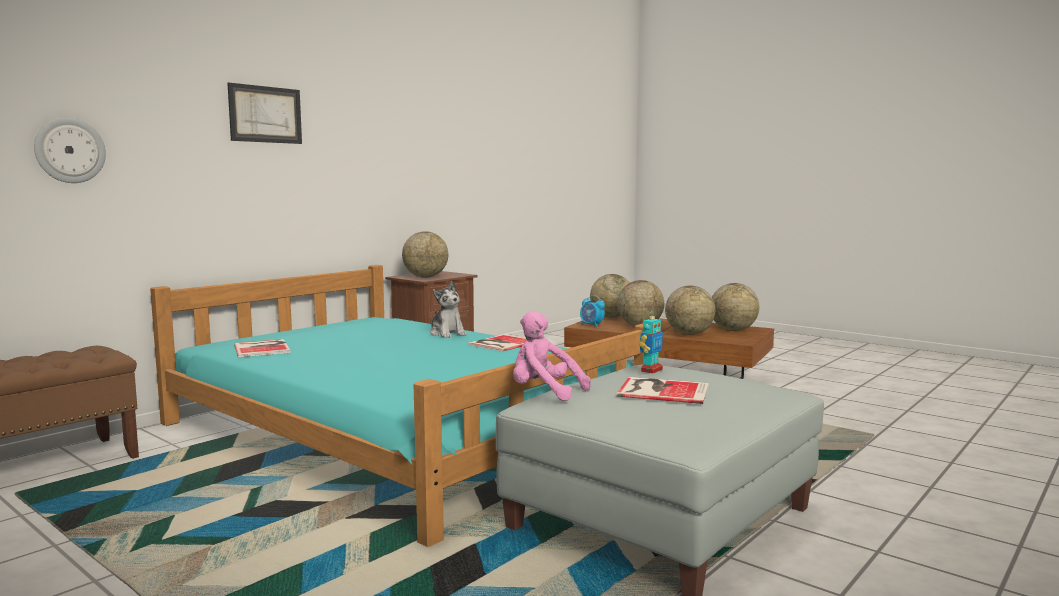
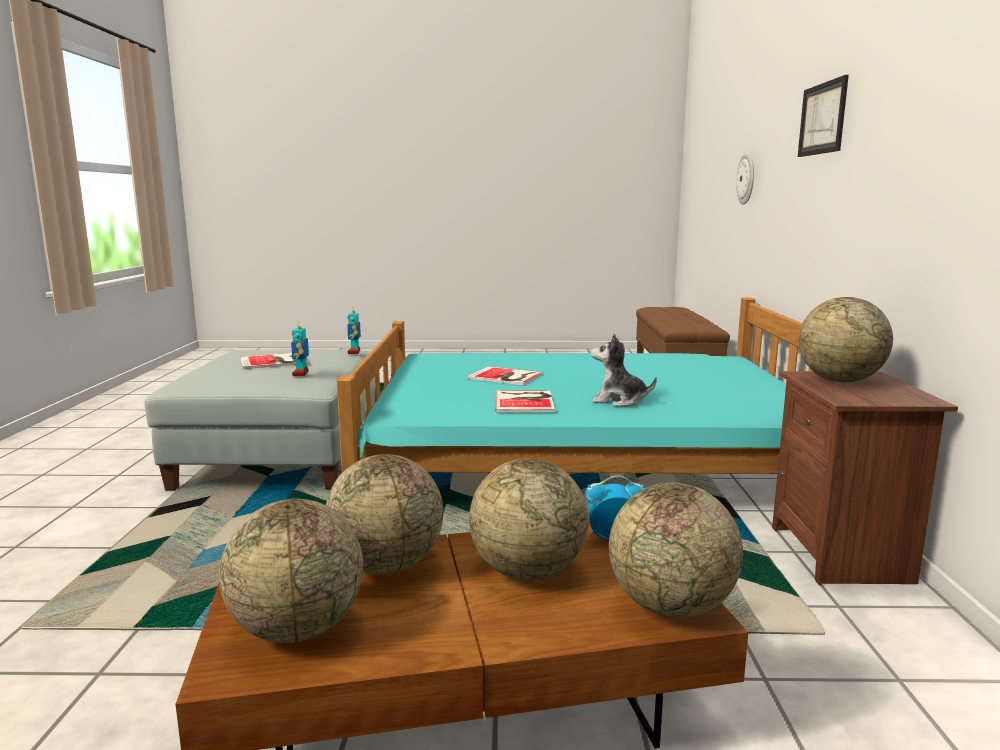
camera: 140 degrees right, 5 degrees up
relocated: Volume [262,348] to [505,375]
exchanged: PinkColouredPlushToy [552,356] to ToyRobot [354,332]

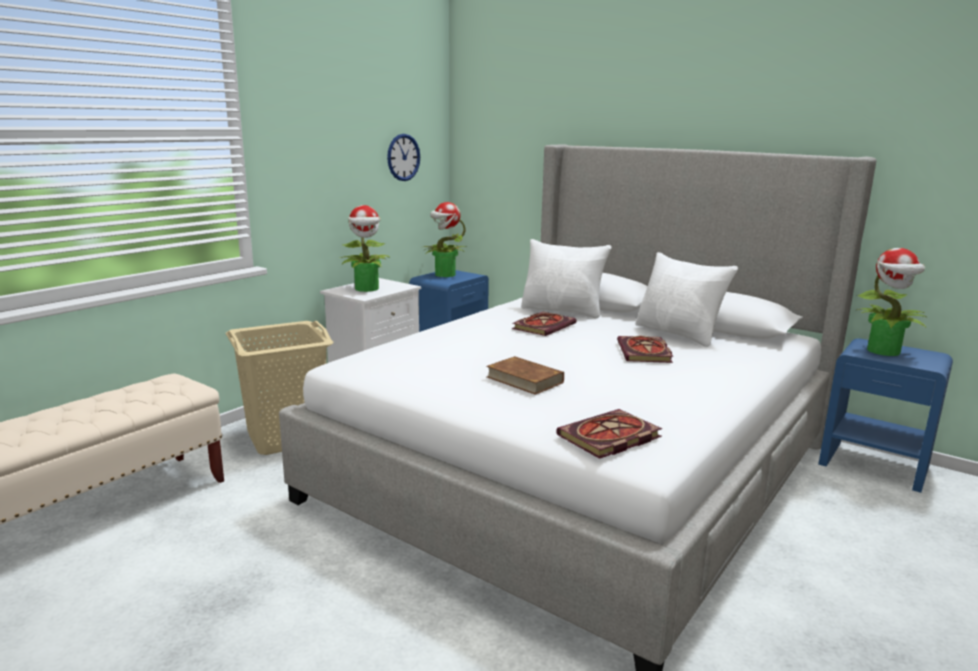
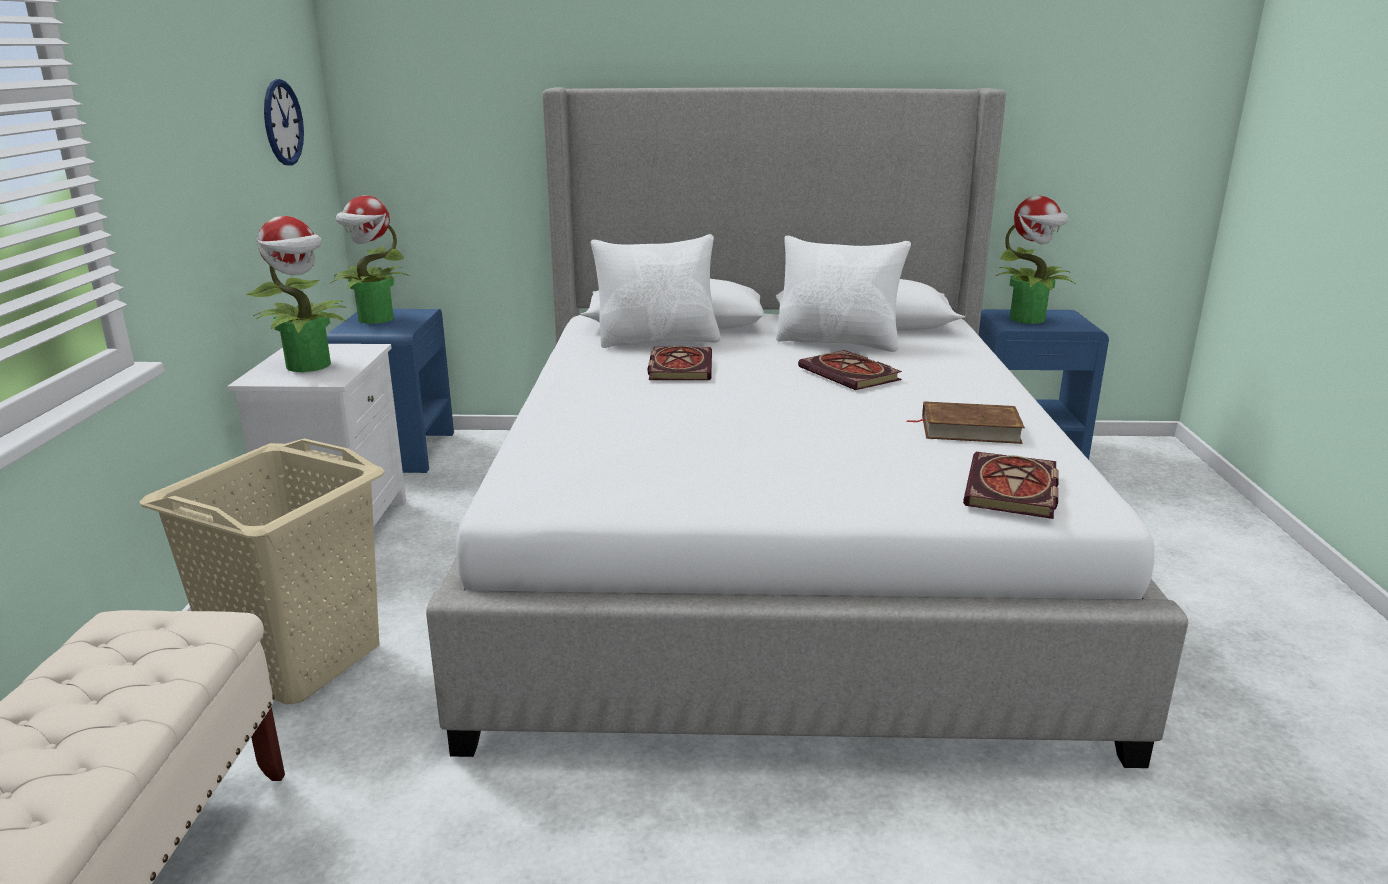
camera: 35 degrees left, 5 degrees up
relocated: BrownVolume [525,375] to [965,422]

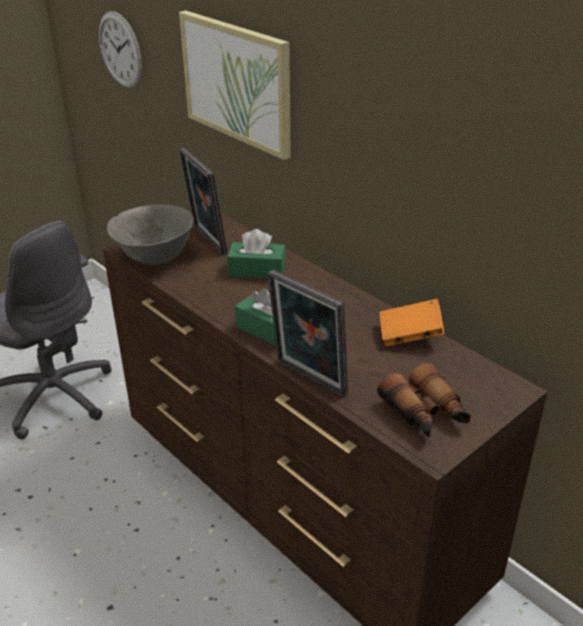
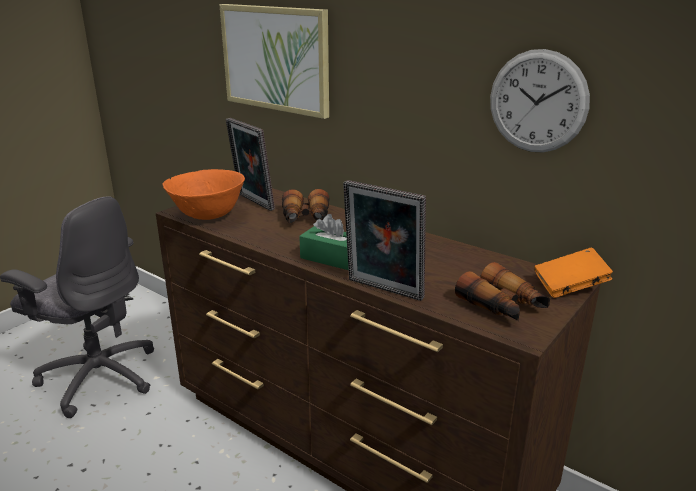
camera: 10 degrees left, 10 degrees down
relocated: ClockOnTheWall [120,49] to [540,100]; OrangeVolume [412,322] to [574,272]
exchanged: GreenColouredBoxOfTissues [256,254] to Binoculars [306,206]
colour: GreyDeepDish [150,234] to OrangeDeepDish [204,194]

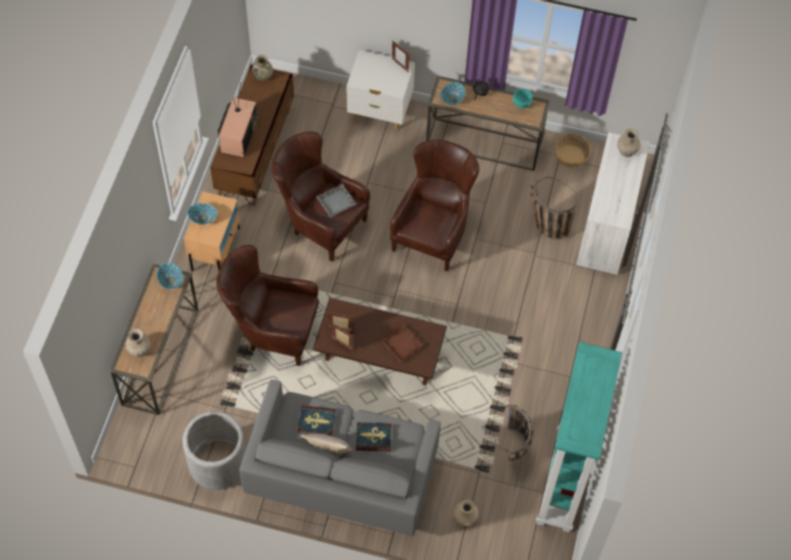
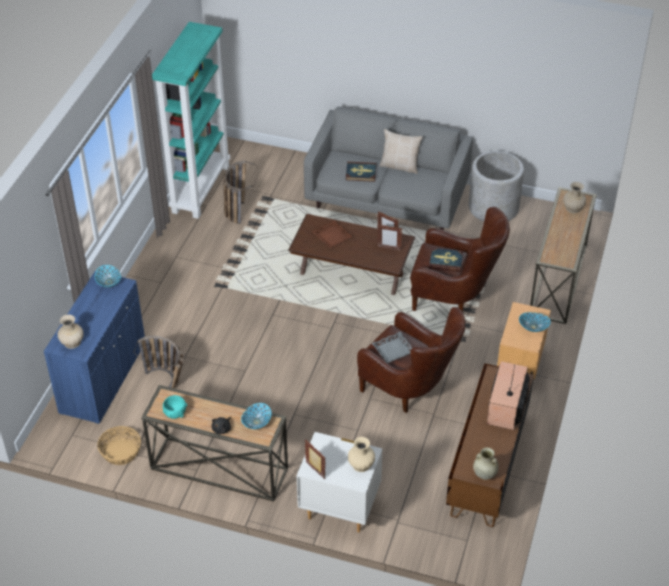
camera: 175 degrees left, 15 degrees down
missing: BrownEasyChair [434,205]
relocated: DeepDish [170,276] to [108,276]; Volume [317,420] to [446,260]; BeigeColouredFlowerVase [466,512] to [361,454]
colour: WhiteColouredStorageCabinet [613,203] to BluishStorageCabinet [94,347]

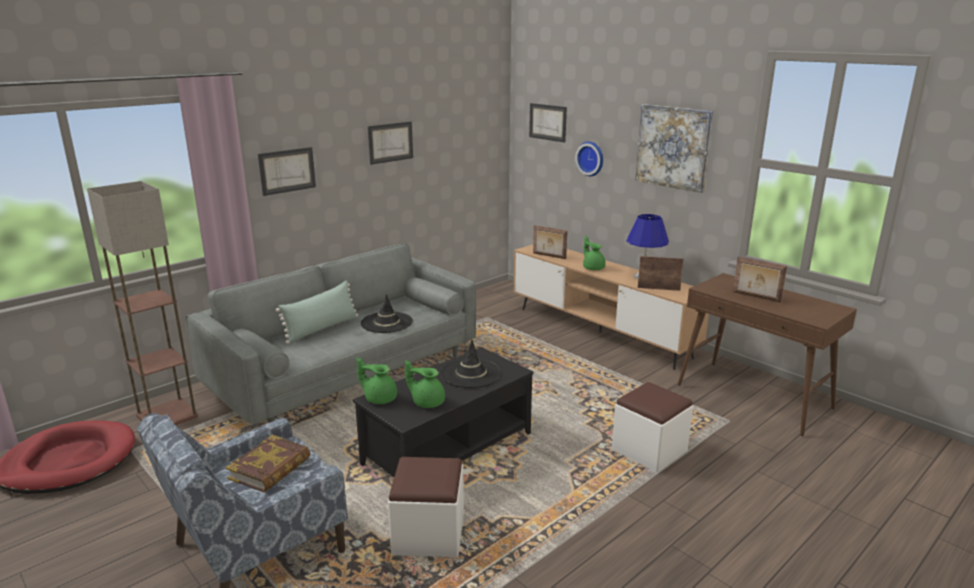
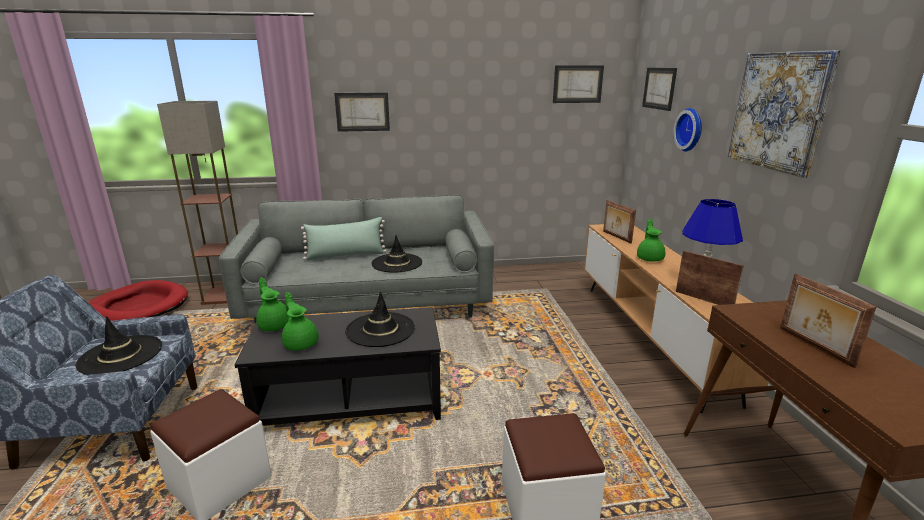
camera: 35 degrees right, 0 degrees up
relocated: Picture [390,143] to [578,84]
exchanged: Volume [268,464] to BlackColouredWearableHat [119,345]

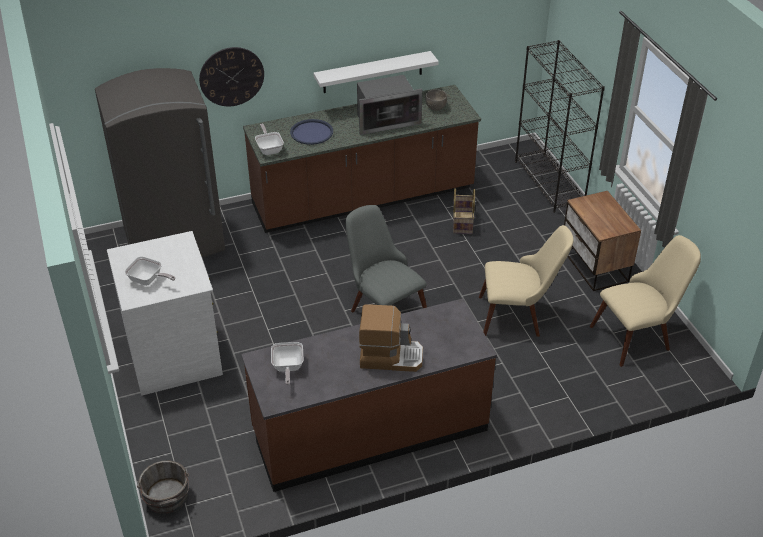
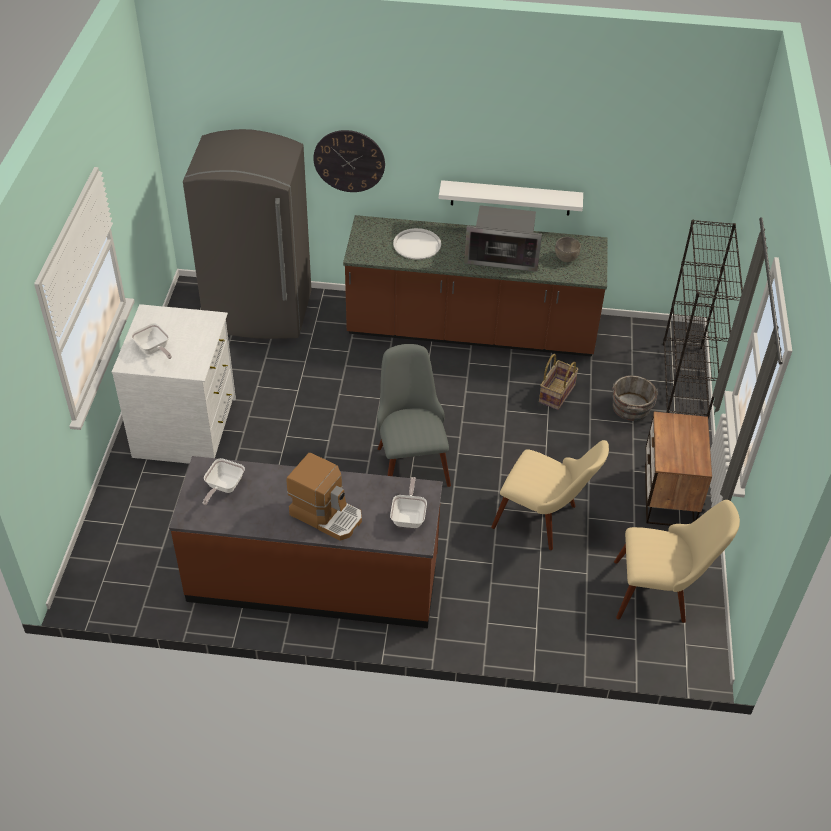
camera: 25 degrees right, 5 degrees up
relocated: Skillet [269,139] to [408,502]; GreyWaterBucket [163,487] to [635,398]
colour: BluishCarryingTray [311,132] to WhiteColouredCarryingTray [417,244]

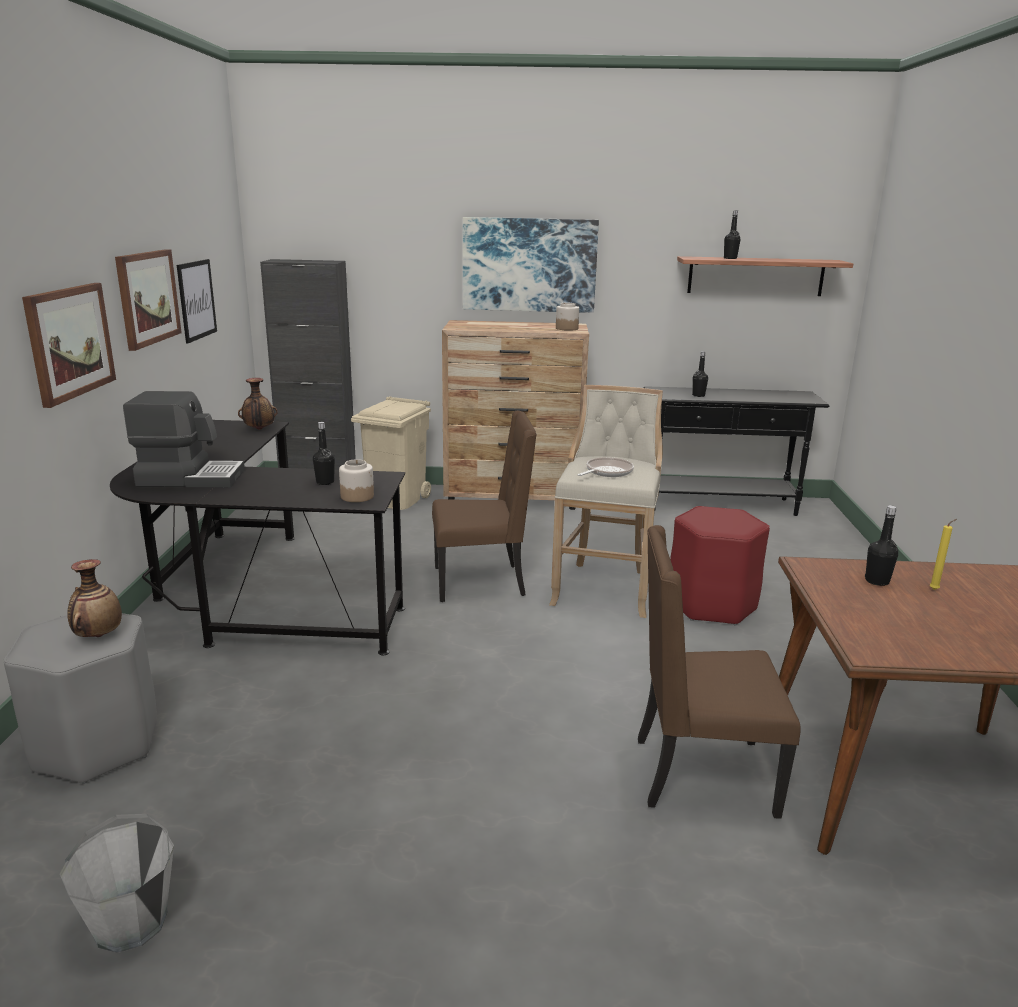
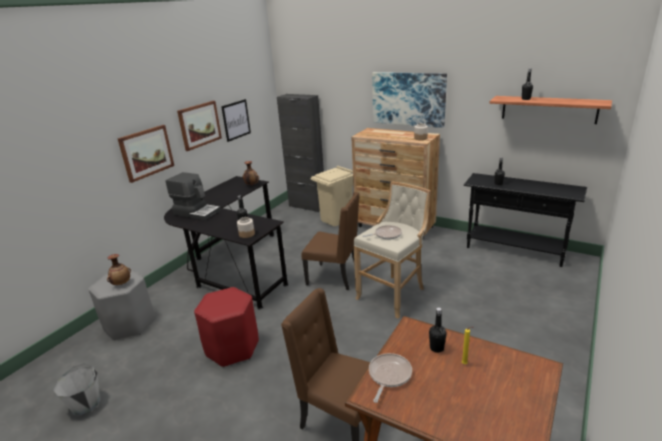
camera: 30 degrees right, 5 degrees up
appeared: Skillet [390,378]
relocated: RedColouredStool [720,565] to [226,327]

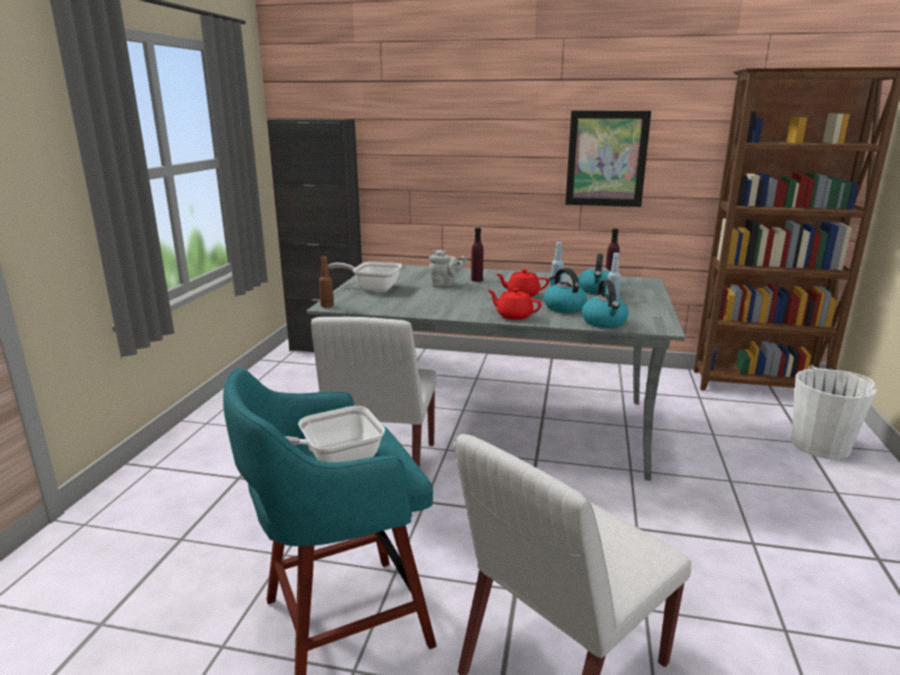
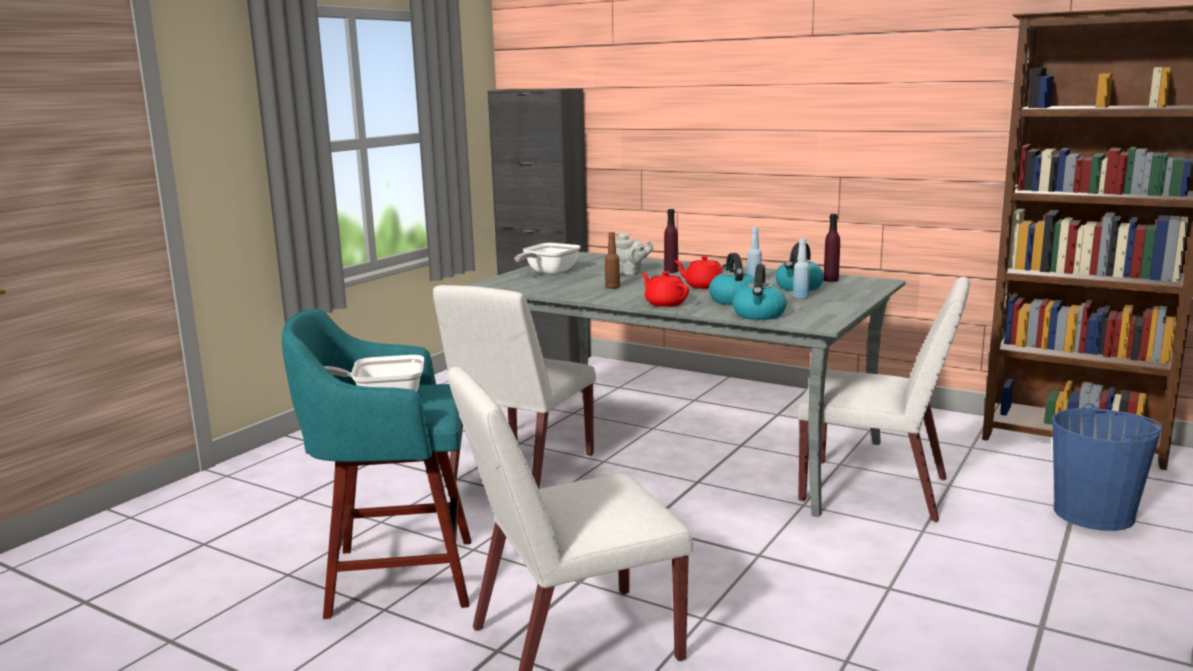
camera: 20 degrees right, 5 degrees down
missing: Picture [608,159]
appeared: WhiteColouredPlainChair [883,399]
relocated: BrownDrinkBottle [326,282] to [612,260]
colour: WhiteColouredWaterBucket [834,412] to BluishWaterBucket [1107,467]
spun: Skillet [365,276] = [547,258] 90 degrees counterclockwise

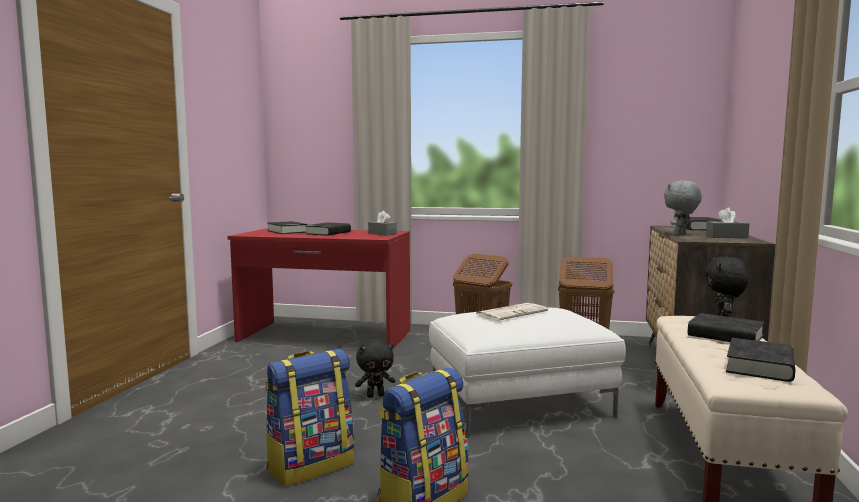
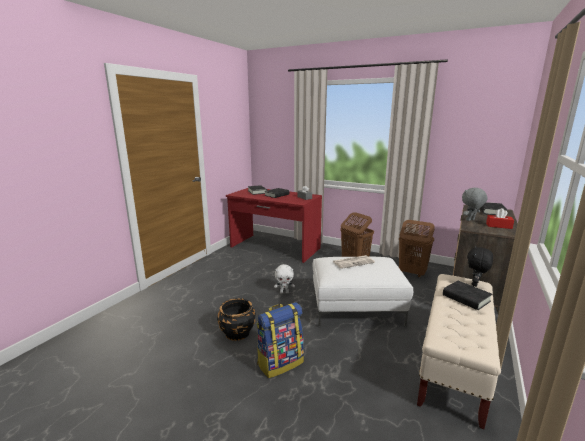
camera: 15 degrees right, 10 degrees up
missing: BlackColouredVolume [760,360]
exchanged: Backpack [309,417] to BlackColouredPlantPot [236,319]
colour: GreyBoxOfTissues [728,223] to RedColouredBoxOfTissues [500,218]; BlackColouredPlushToy [375,368] to WhiteColouredPlushToy [284,279]

